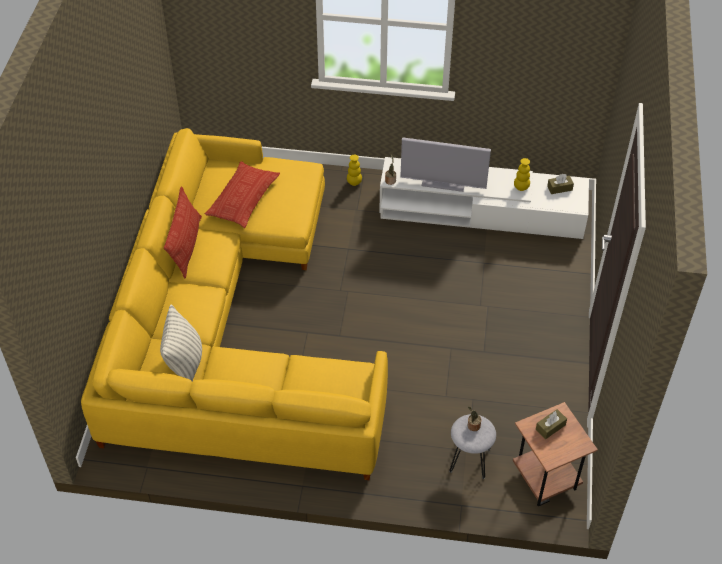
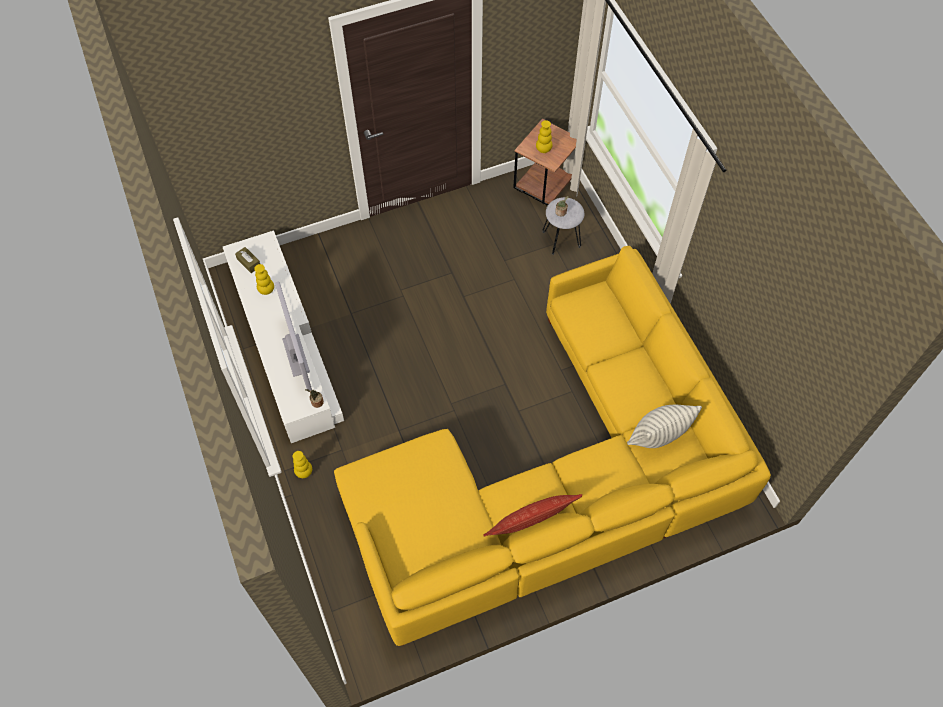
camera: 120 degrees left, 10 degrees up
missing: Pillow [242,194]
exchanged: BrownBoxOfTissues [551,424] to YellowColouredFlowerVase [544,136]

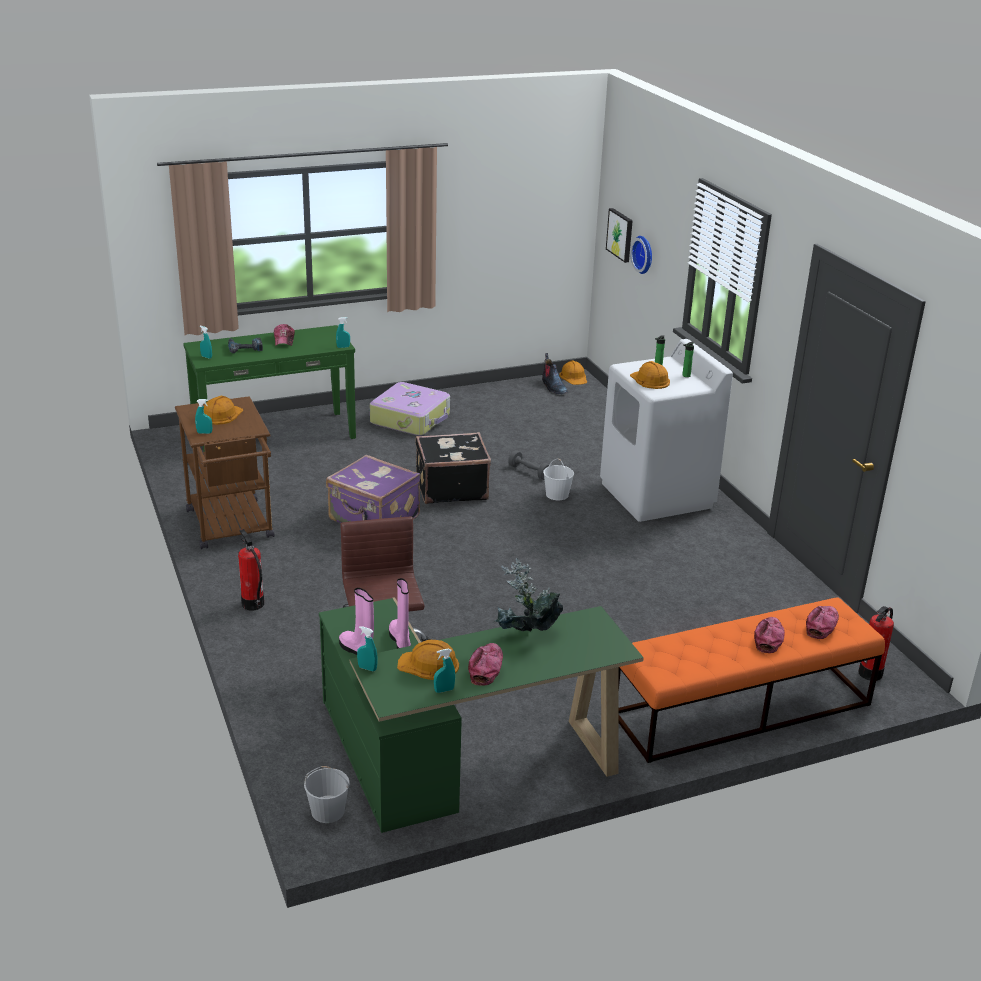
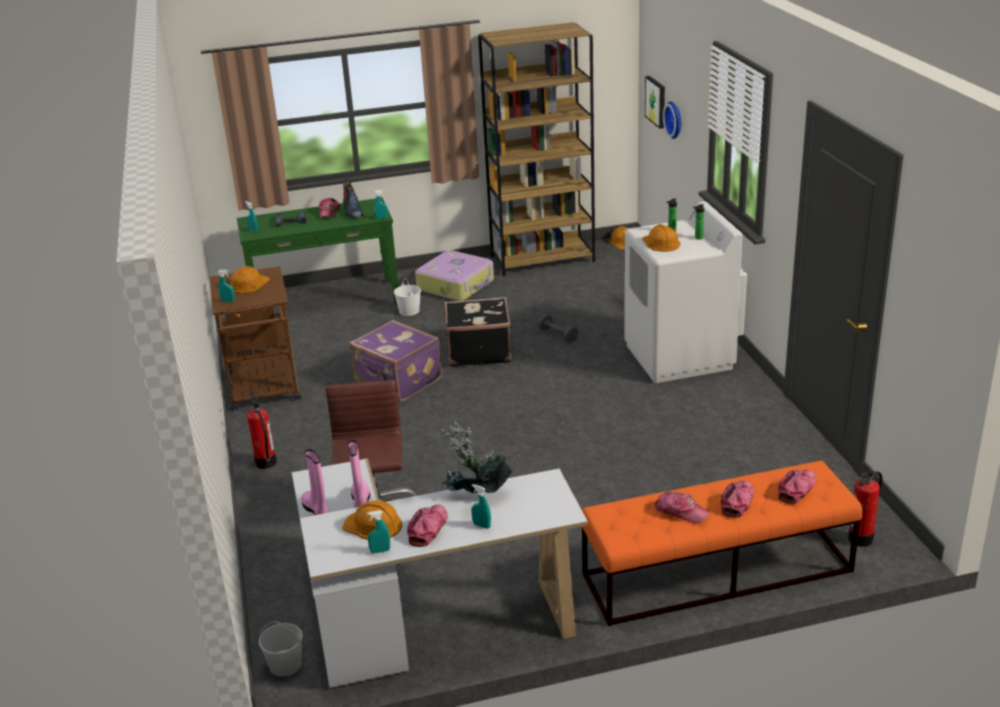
camera: 10 degrees right, 0 degrees up
appeared: BrownBookshelf [536,149]; Cap [682,507]
relocated: Boot [555,373] to [353,197]; WhiteColouredWaterBucket [558,479] to [407,297]; TurquoiseSprayBottle [367,648] to [481,506]
colour: GreenColouredDeskTable [481,715] to WhiteColouredDeskTable [440,573]

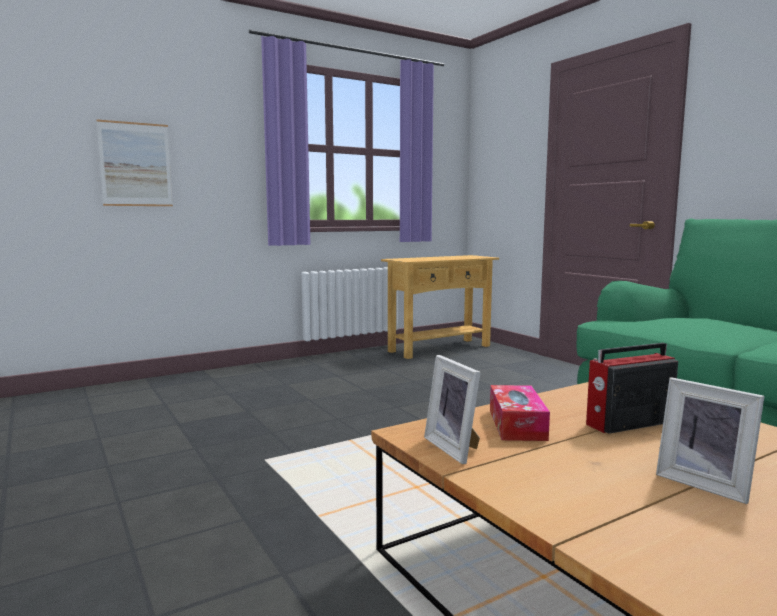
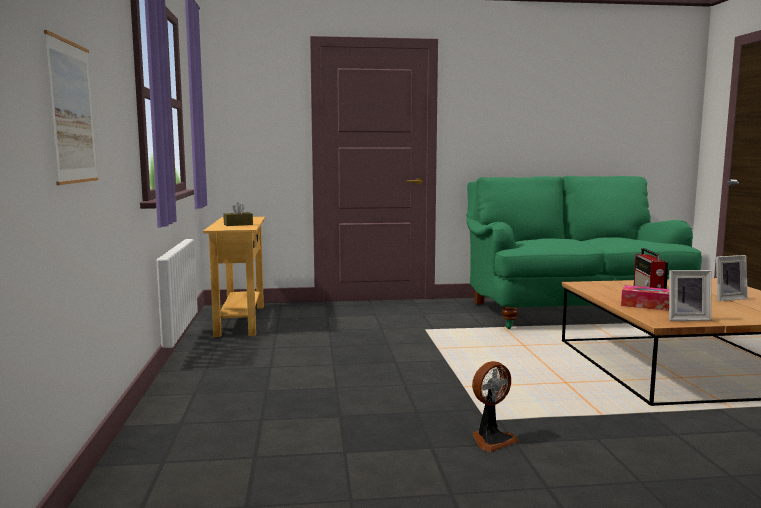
camera: 65 degrees left, 0 degrees up
appeared: BrownBoxOfTissues [238,214]; CoolingFan [495,406]

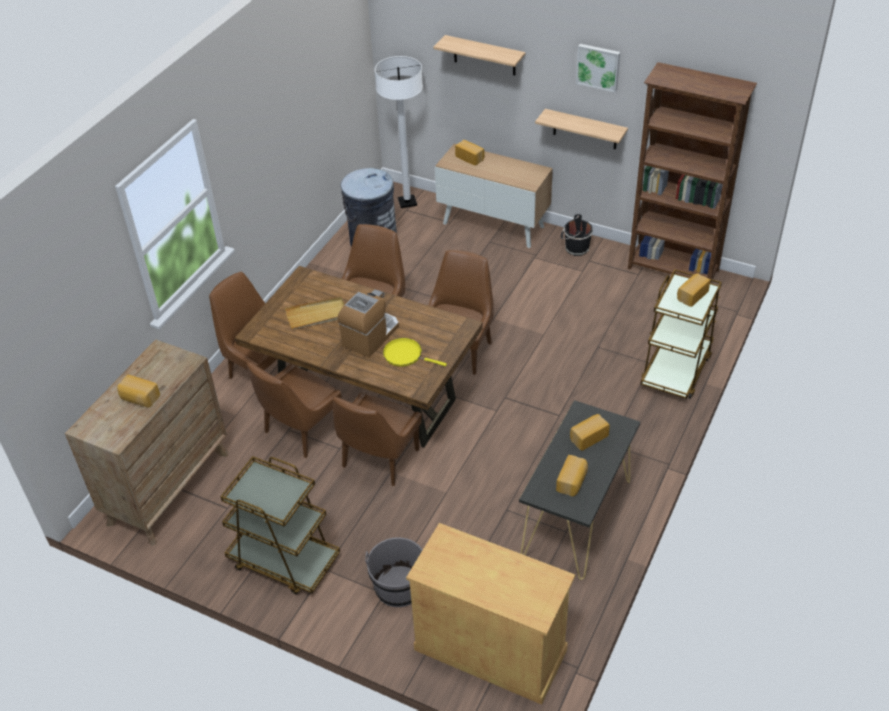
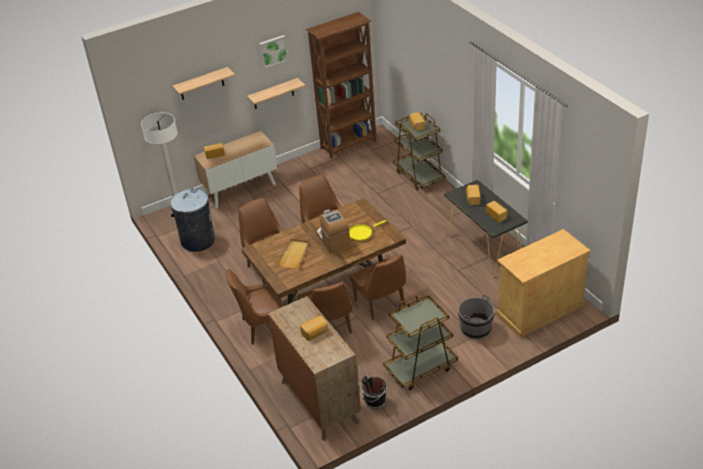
camera: 55 degrees left, 5 degrees down
relocated: BlackColouredWaterBucket [577,235] to [373,392]

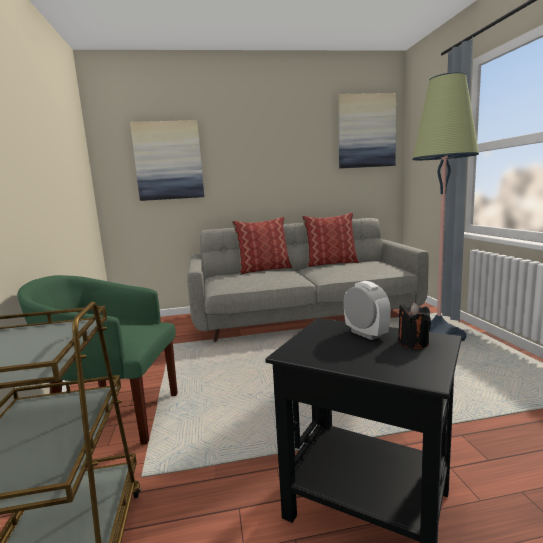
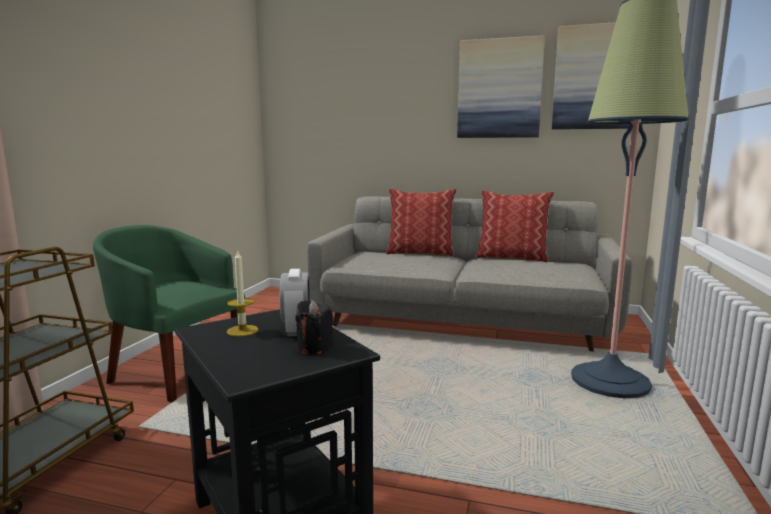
camera: 25 degrees right, 0 degrees up
appeared: Candle [242,293]
relocated: Picture [167,160] to [501,86]

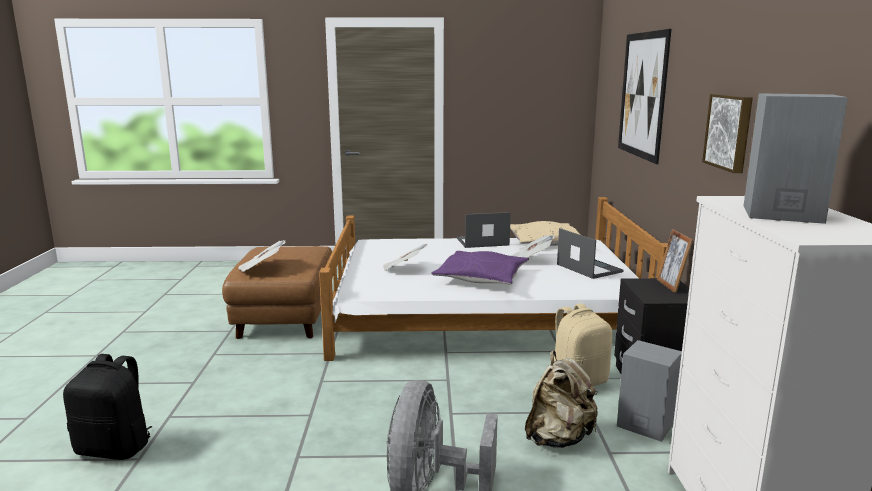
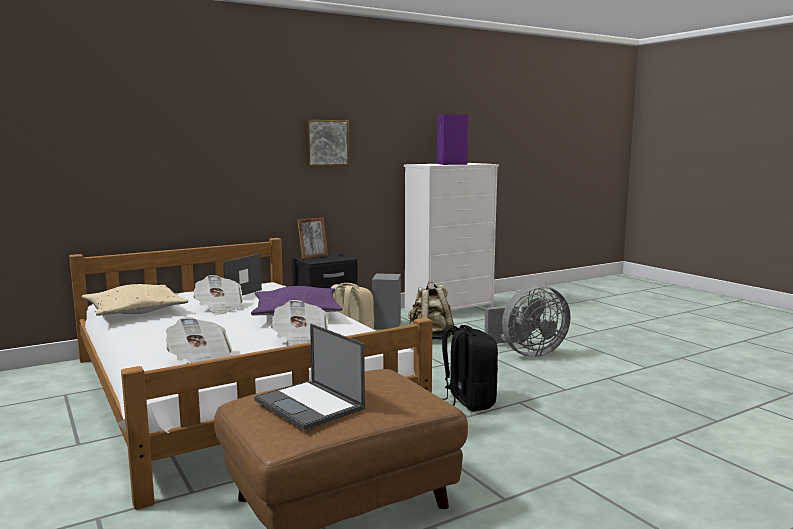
camera: 120 degrees left, 5 degrees down
missing: Picture [644,96]
relocated: NotebookComputer [484,230] to [309,377]; DailyPaper [261,256] to [199,340]; BlackColouredBackpack [108,407] to [470,368]
colour: GreyLoudspeaker [796,158] to PurpleLoudspeaker [452,139]

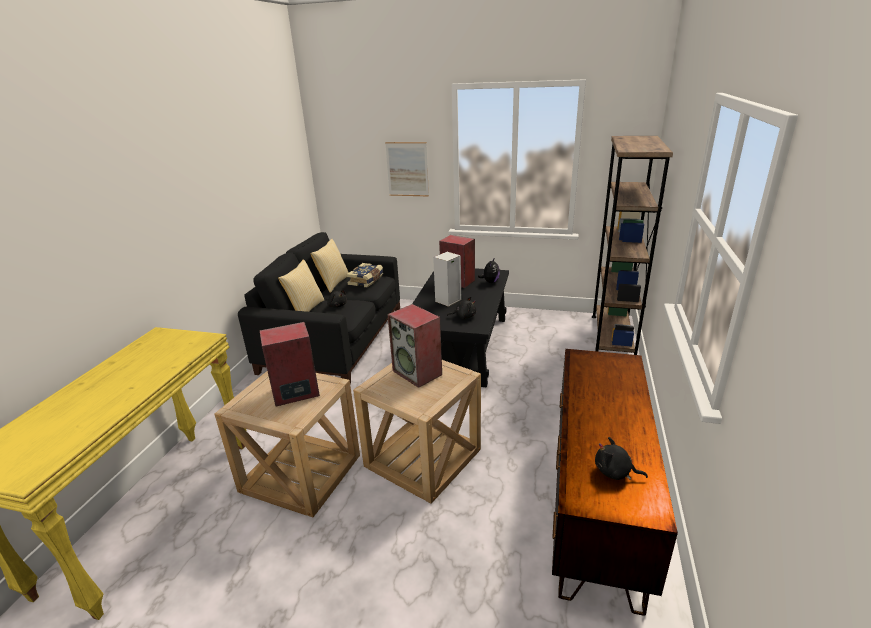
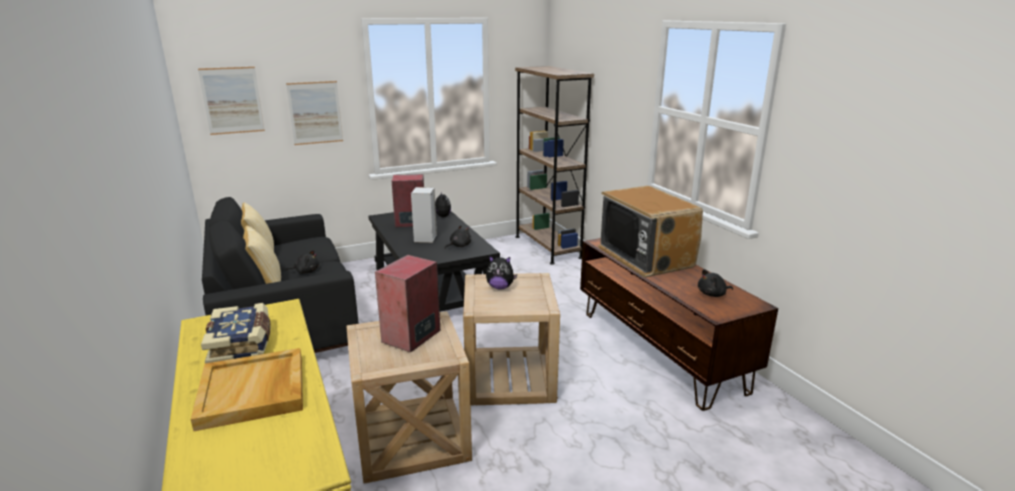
camera: 40 degrees left, 5 degrees down
appeared: Picture [231,101]; Television [650,231]; BeigeColouredCarryingTray [247,390]
relocated: Volume [365,275] to [236,333]
exchanged: Loudspeaker [414,346] to PlushToy [501,272]

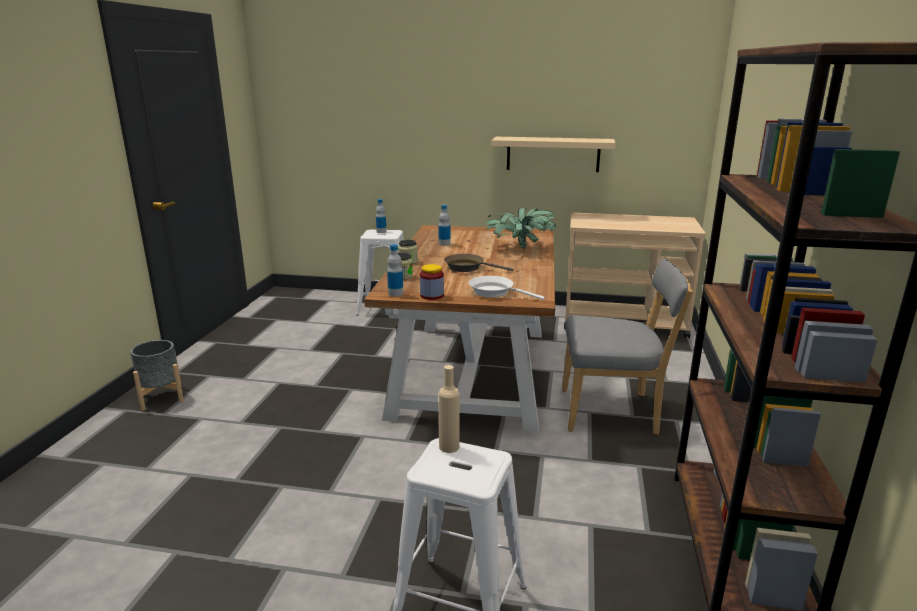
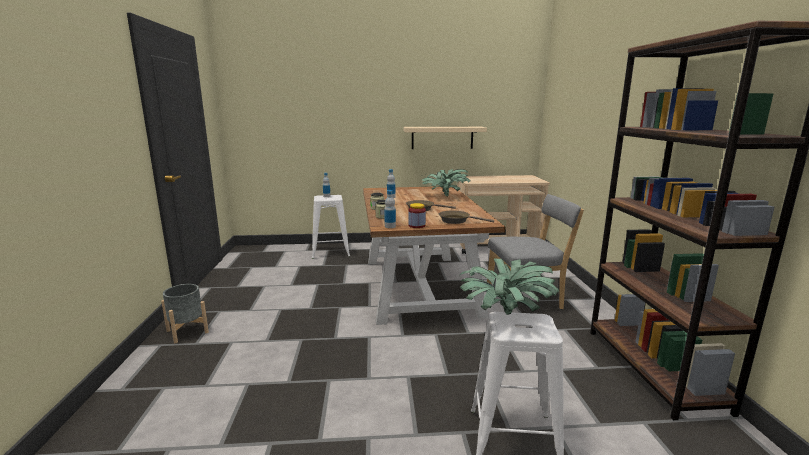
camera: 15 degrees left, 5 degrees down
exchanged: BeigeColouredDrinkBottle [449,409] to PlantInAPot [510,287]
colour: WhiteColouredSkillet [507,288] to BrownSkillet [466,217]

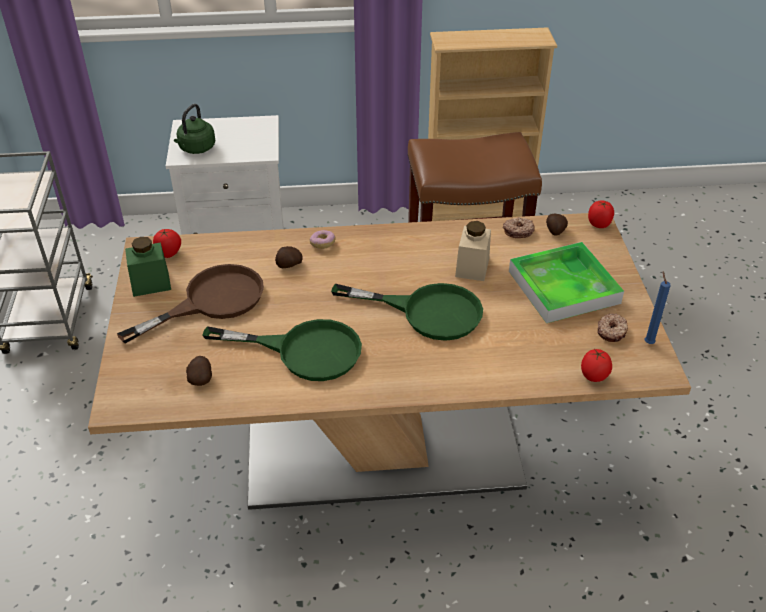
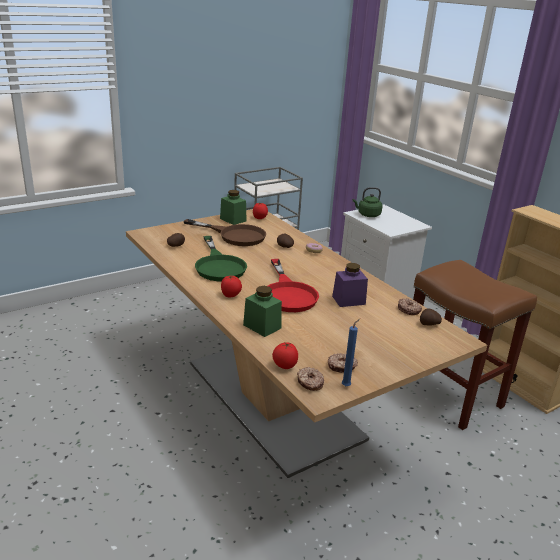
camera: 60 degrees right, 15 degrees down
missing: CarryingTray [566,282]
appeared: GreenColouredJar [262,311]; Donut [310,379]
relocated: FreshTomato [601,214] to [231,287]
colour: BeigeColouredJar [473,251] to PurpleJar [350,285]; GreenColouredSkillet [407,312] to RedColouredSkillet [293,285]

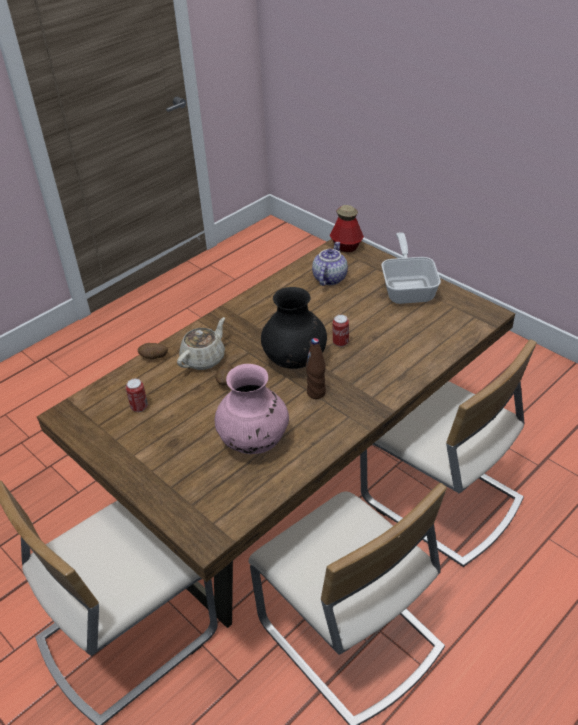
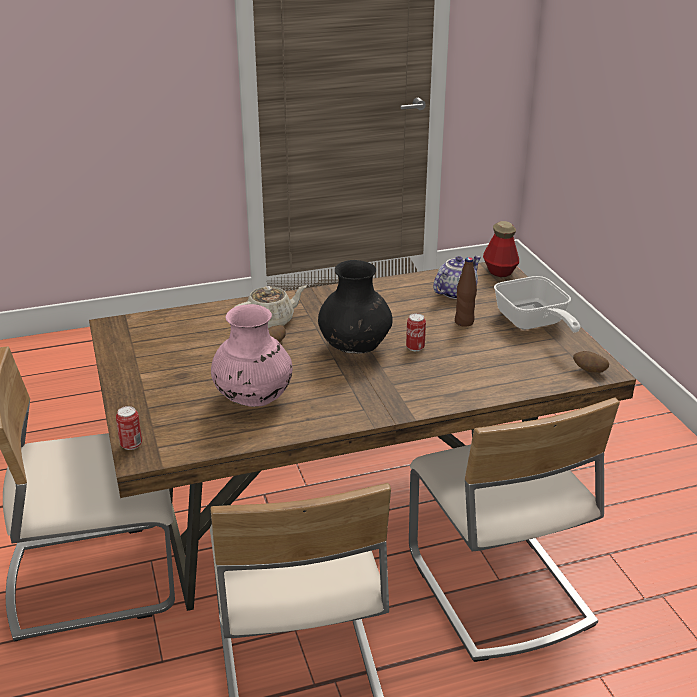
camera: 25 degrees right, 10 degrees down
relocated: BrownDrinkBottle [316,368] to [466,292]; Potato [152,351] to [591,362]; MetalCan [137,395] to [129,428]
spun: Skillet [411,268] = [537,304] 135 degrees clockwise

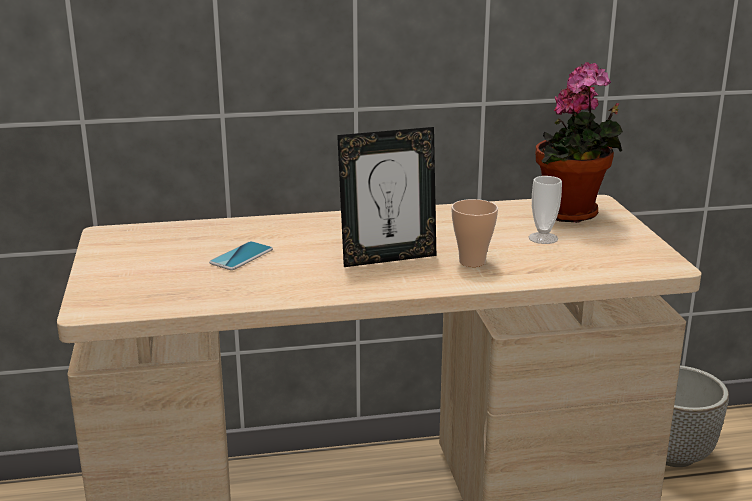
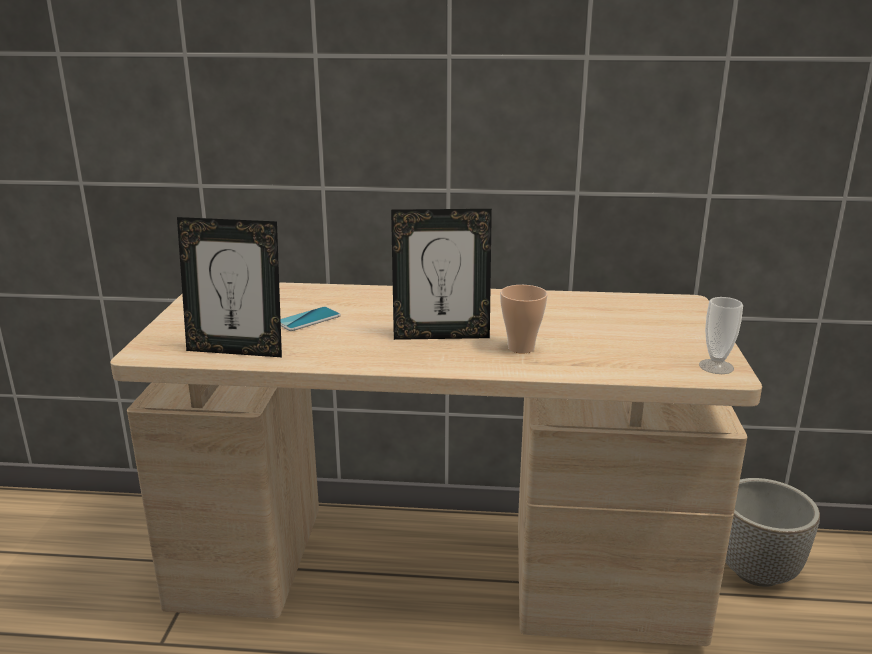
camera: 15 degrees right, 0 degrees up
missing: PlantInAPot [579,142]
appeared: PictureFrame [229,287]
relocated: Cup [545,210] to [721,335]

